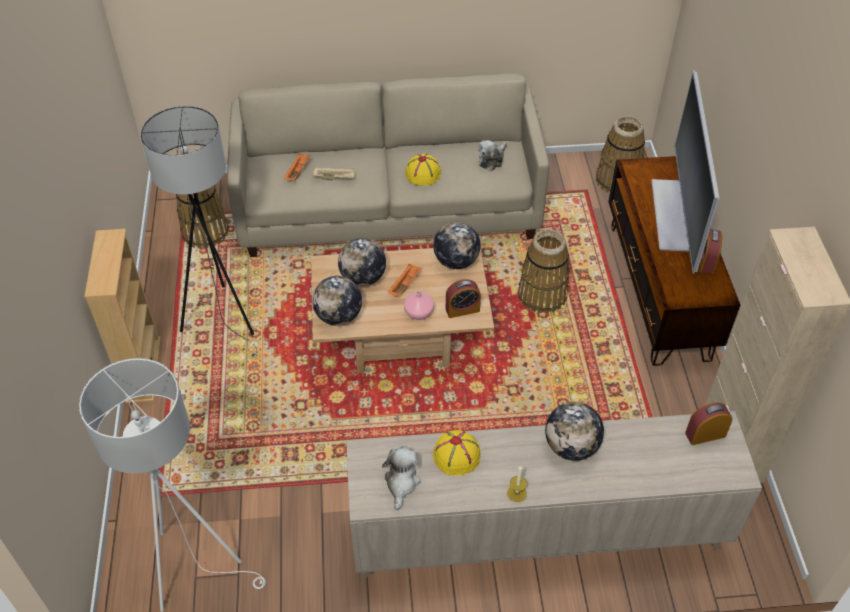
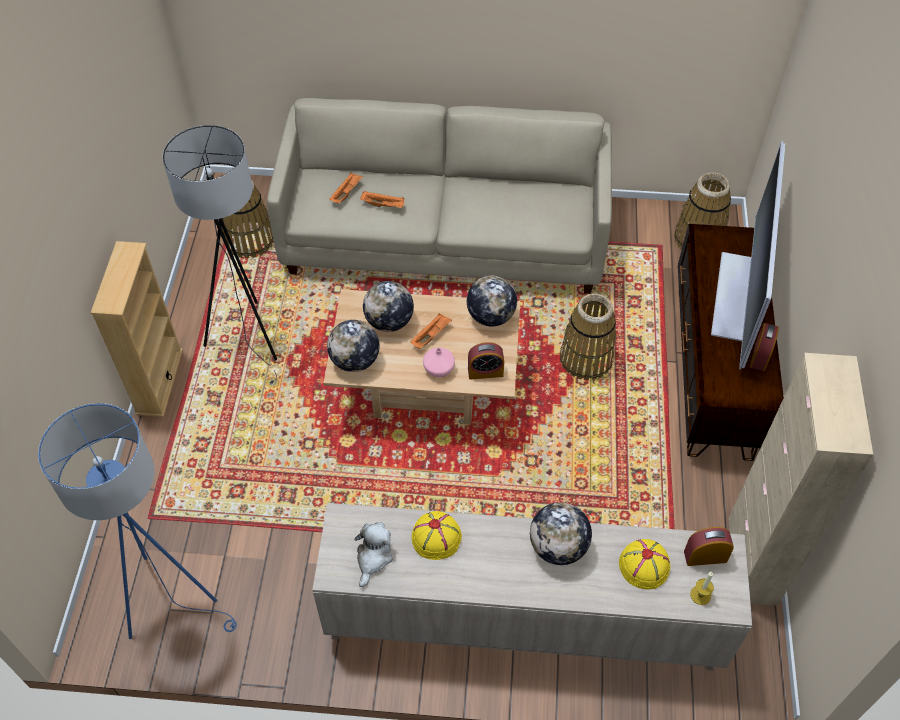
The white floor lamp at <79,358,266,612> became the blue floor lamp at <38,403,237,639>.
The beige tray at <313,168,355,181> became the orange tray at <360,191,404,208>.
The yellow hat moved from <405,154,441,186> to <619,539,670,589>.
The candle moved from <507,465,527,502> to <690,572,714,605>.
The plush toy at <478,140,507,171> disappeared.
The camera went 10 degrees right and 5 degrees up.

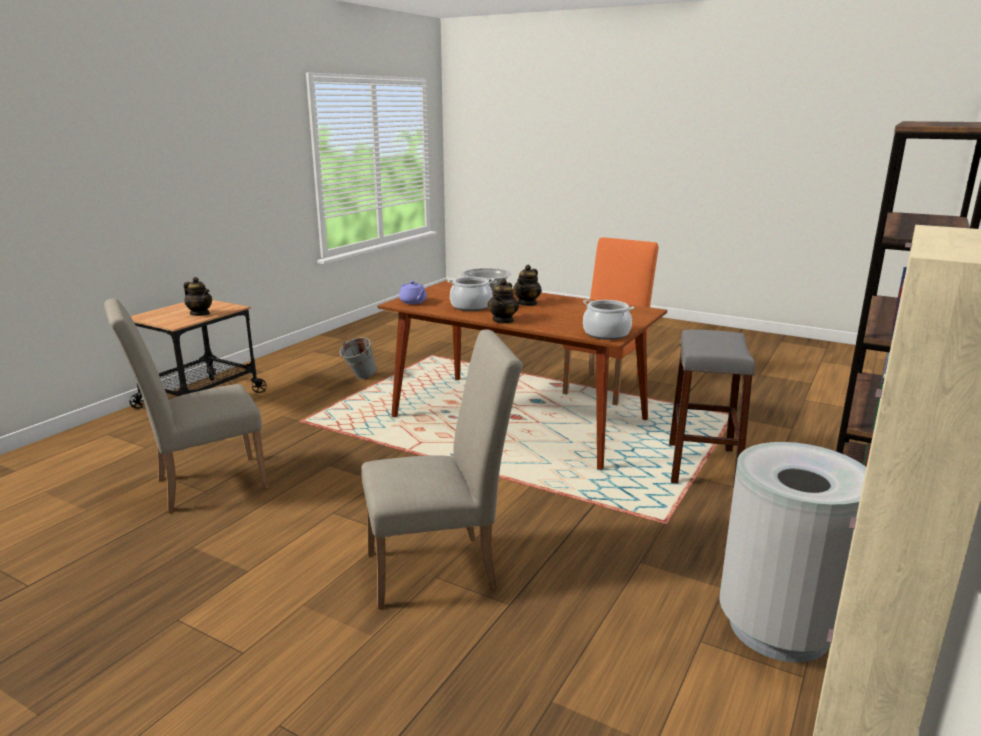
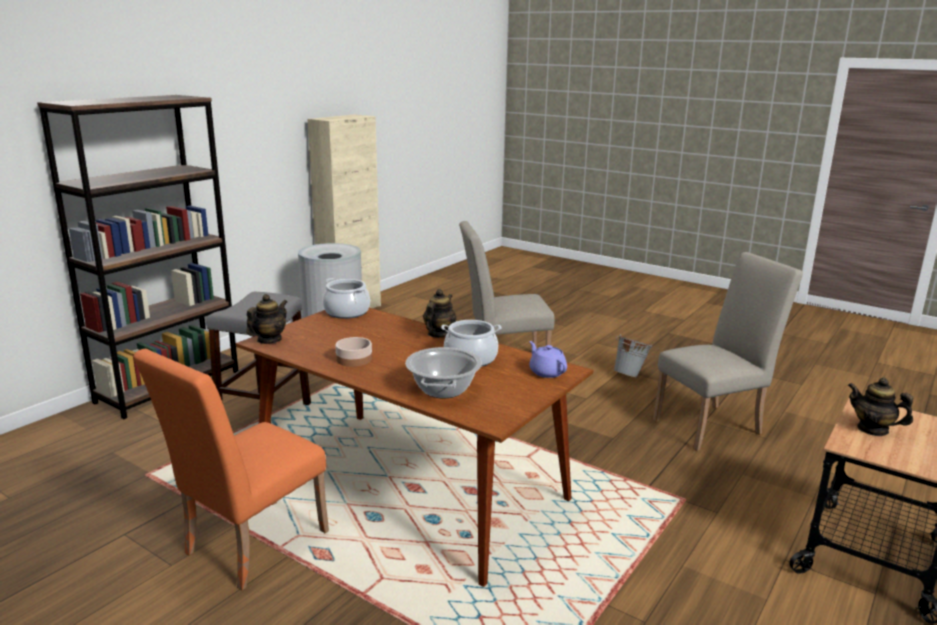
The teapot moved from <513,265,542,306> to <246,294,287,344>.
The bowl at <335,337,372,367> appeared.
The grey bucket moved from <340,337,377,379> to <614,334,653,378>.
The camera went 175 degrees left and 0 degrees up.

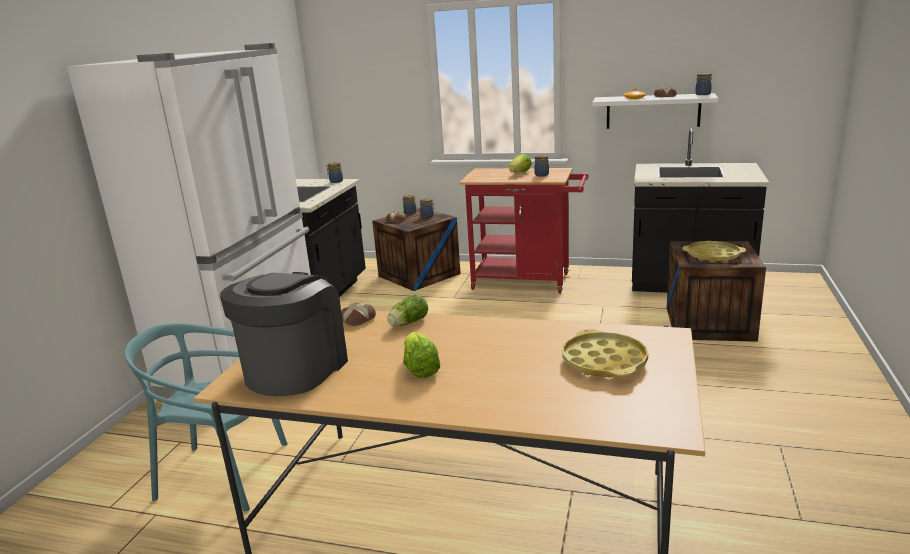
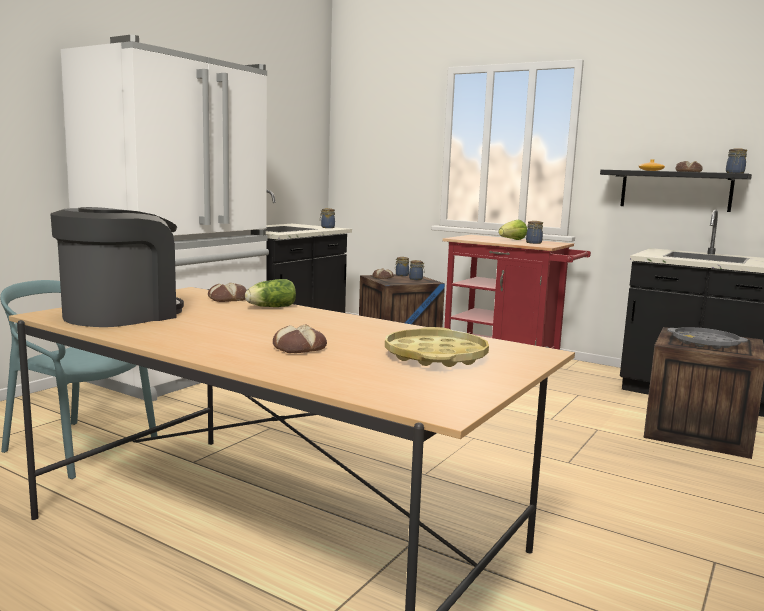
The bread at <273,324,327,353> appeared.
The white shelf at <592,93,718,129> became the black shelf at <600,170,752,212>.
The yellow tray at <682,241,746,262> became the grey tray at <667,327,748,349>.
The lettuce at <403,332,440,378> disappeared.
The camera went 15 degrees right and 10 degrees down.

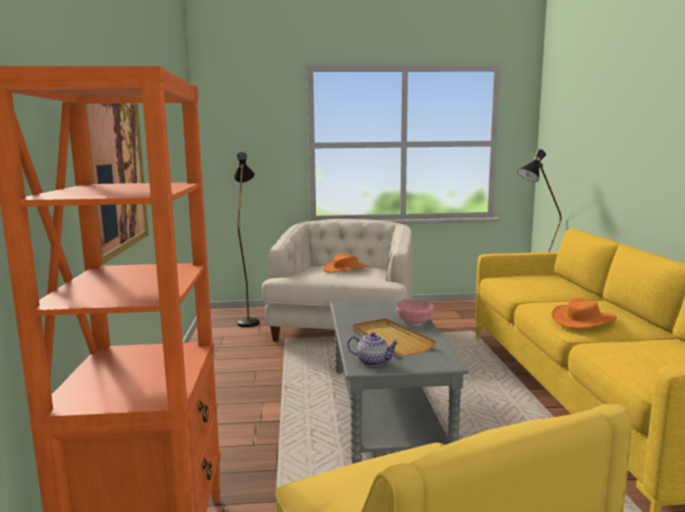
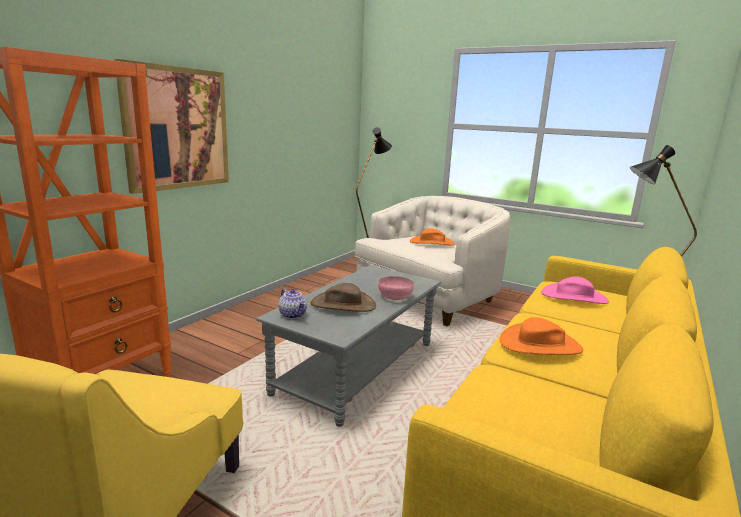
The beige tray at <353,318,436,356> was replaced by the brown hat at <310,283,376,312>.
The pink hat at <541,276,609,304> appeared.
The camera went 35 degrees right and 5 degrees up.

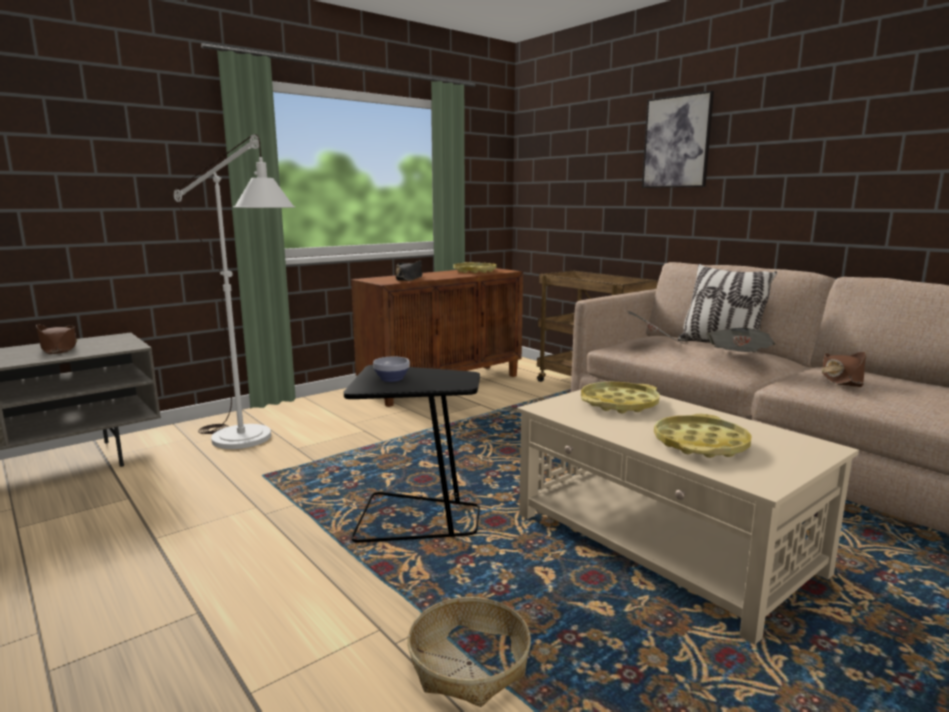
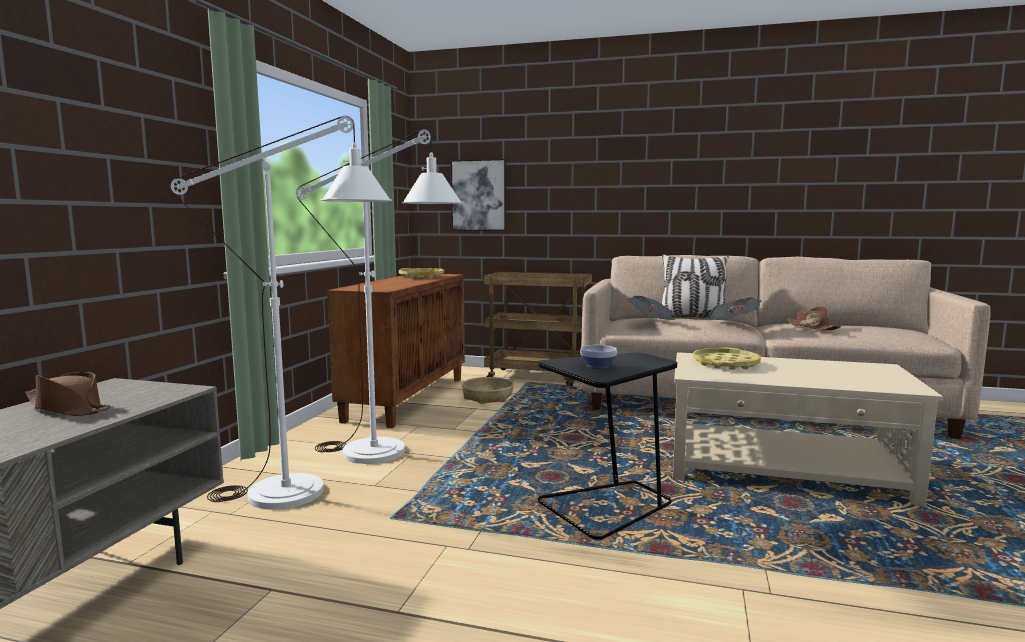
The white floor lamp at <296,129,463,464> appeared.
The picture moved from <642,91,714,188> to <451,159,506,231>.
The basket moved from <407,597,531,707> to <462,377,514,404>.
The black hat at <395,260,423,281> disappeared.
The yellow tray at <654,414,752,458> disappeared.
The camera went 35 degrees left and 5 degrees down.

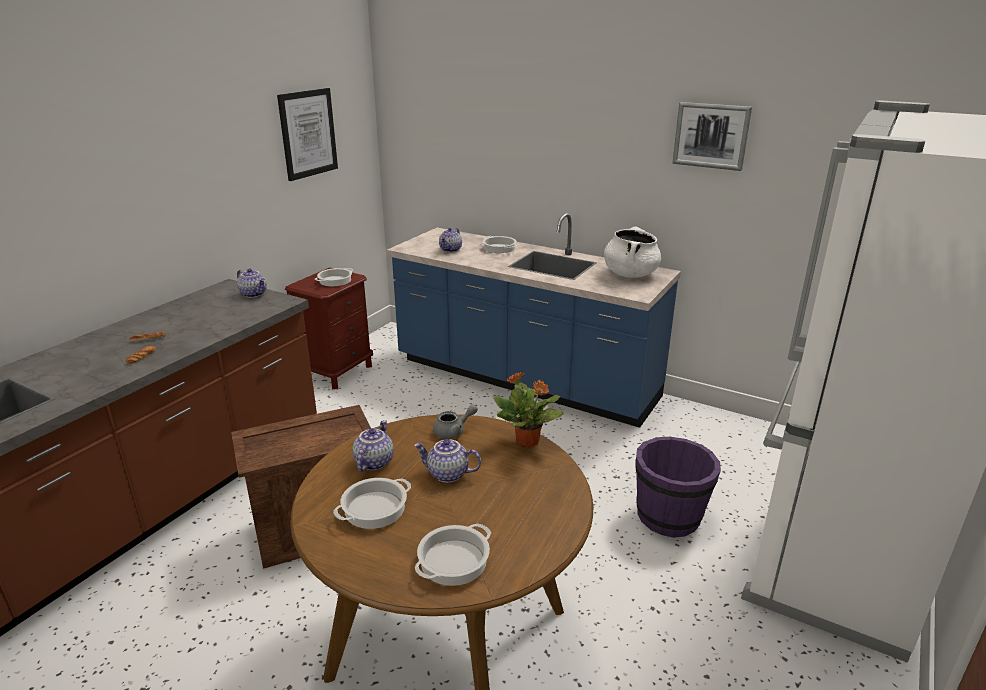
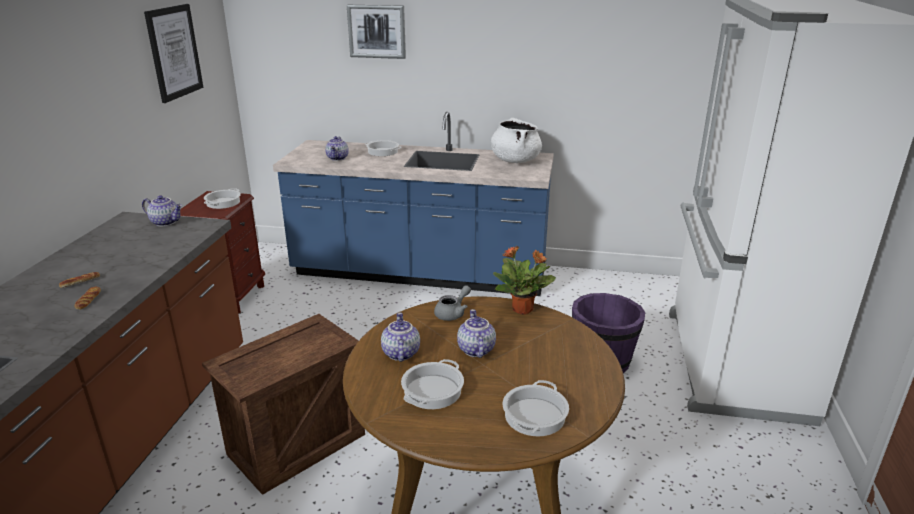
The picture moved from <672,102,752,171> to <347,5,406,59>.
The teapot at <414,439,481,483> turned 90 degrees clockwise.
The camera went 20 degrees left and 0 degrees up.

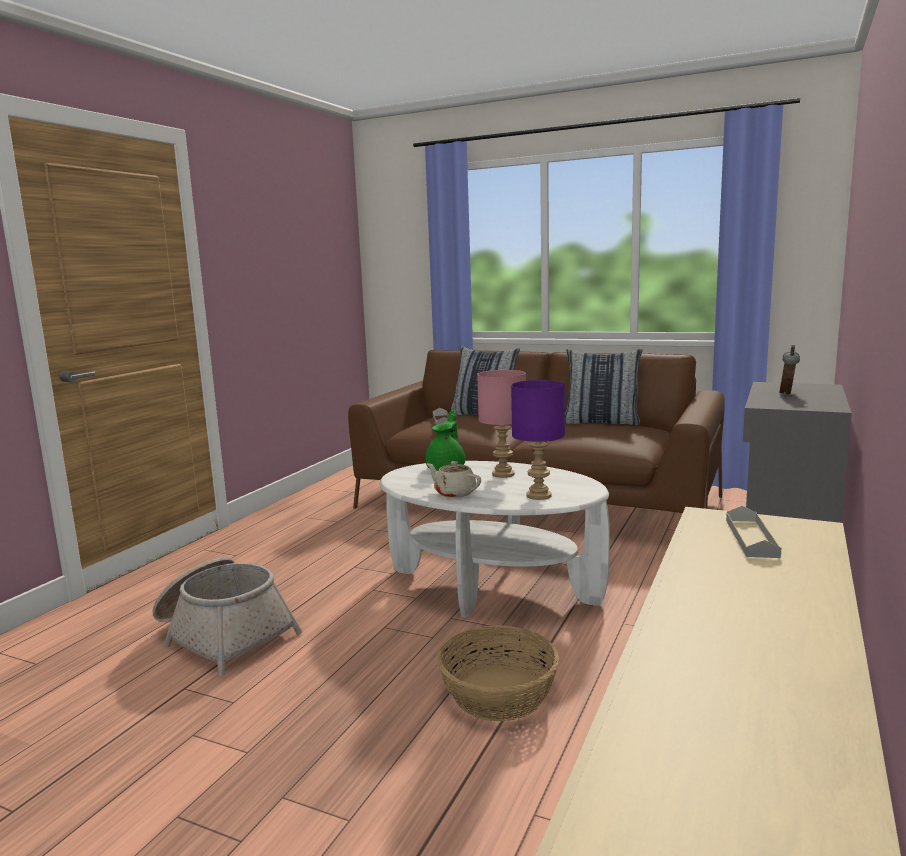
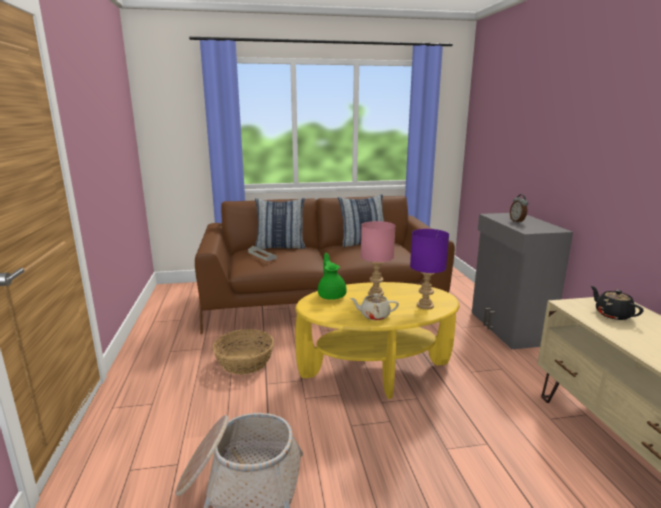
The basket moved from <437,625,559,721> to <213,329,274,375>.
The white coffee table at <379,461,610,618> became the yellow coffee table at <295,282,460,399>.
The grey tray at <726,506,781,558> was replaced by the black teapot at <591,286,643,320>.
The camera went 35 degrees left and 5 degrees up.

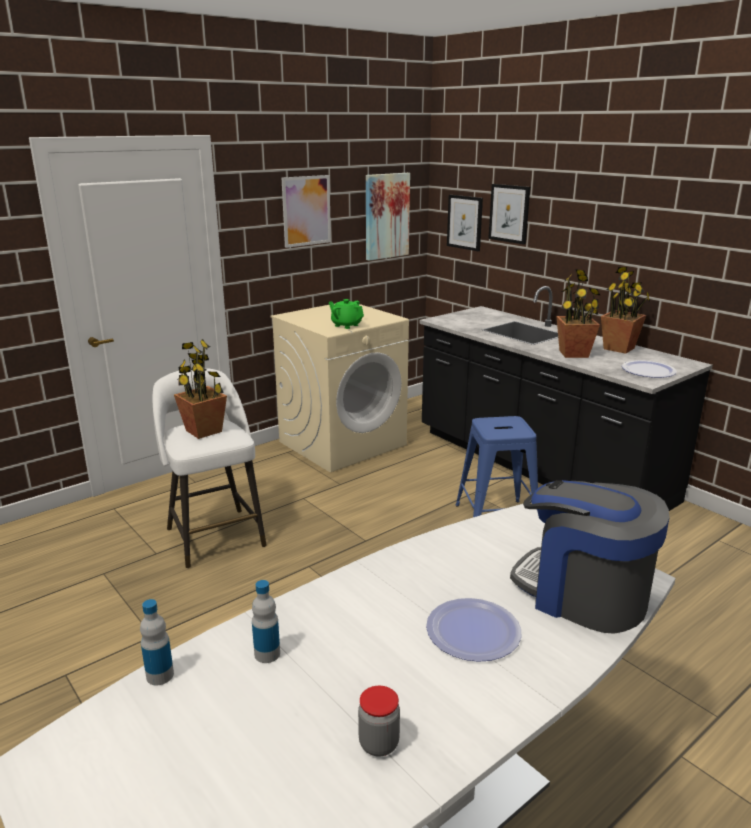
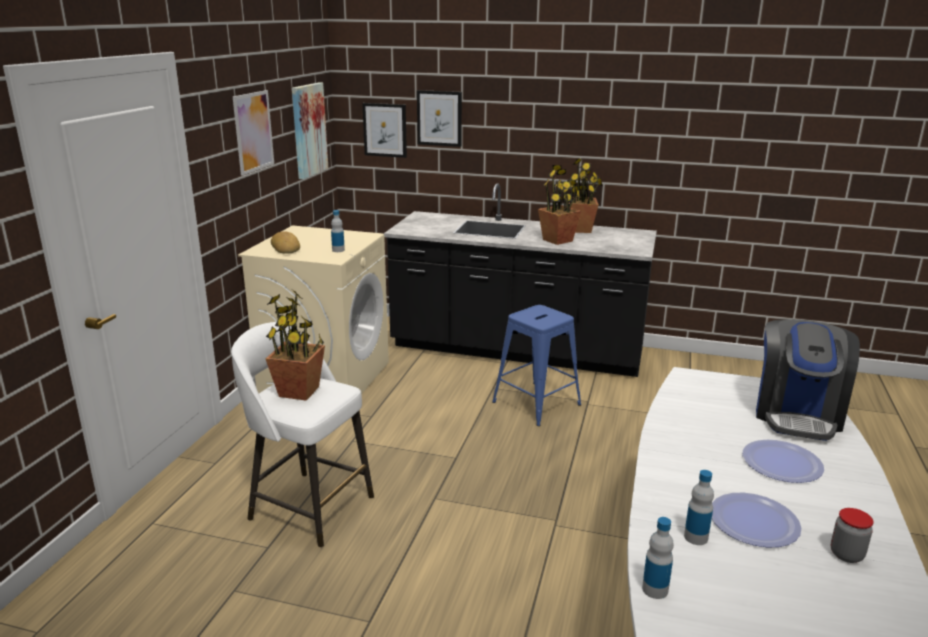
The bread at <271,231,300,254> appeared.
The green teapot at <329,299,364,329> was replaced by the bottle at <331,210,345,252>.
The plate moved from <622,360,677,378> to <712,492,802,547>.
The coffee machine at <510,480,670,634> turned 75 degrees counterclockwise.
The camera went 35 degrees left and 0 degrees up.

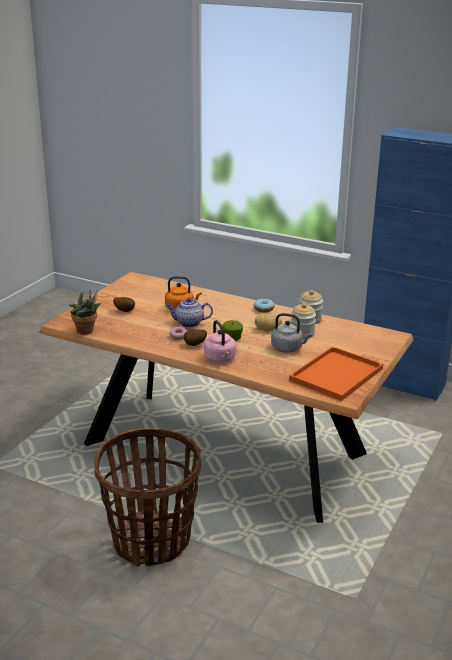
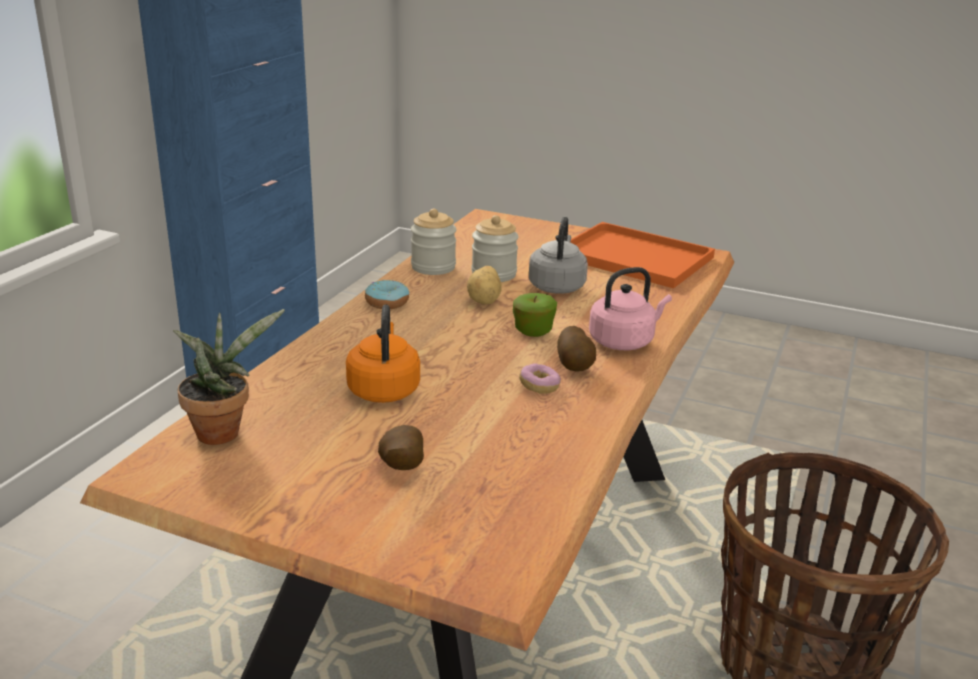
The potted plant moved from <69,290,102,335> to <173,309,285,445>.
The teapot at <166,298,213,327> disappeared.
The camera went 95 degrees left and 0 degrees up.

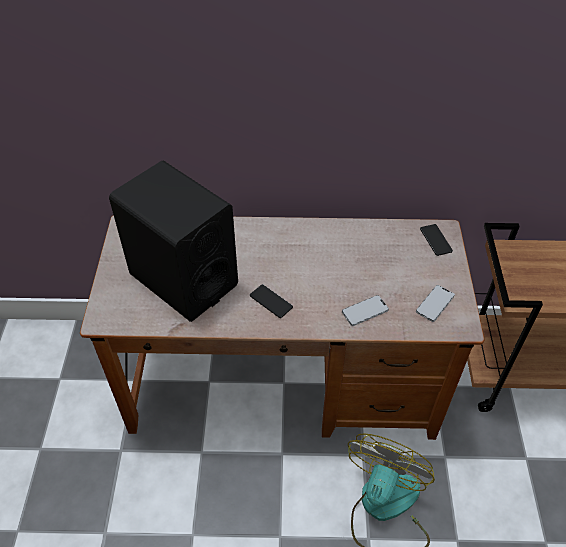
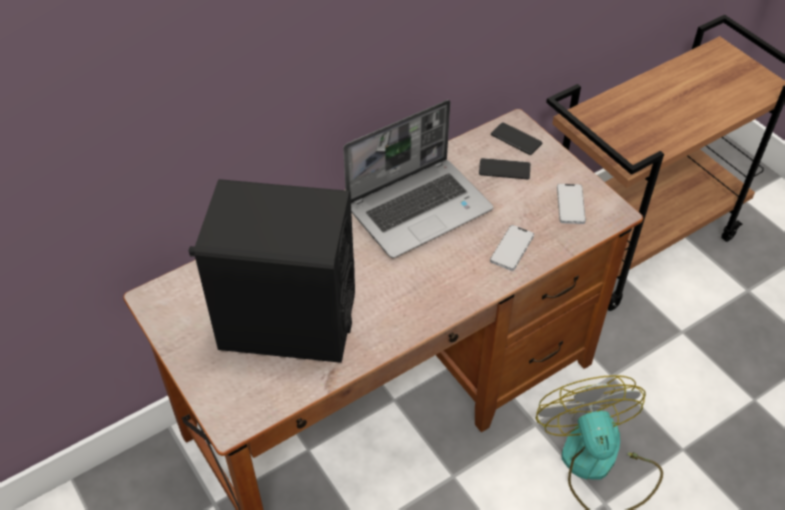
The laptop at <343,100,493,258> appeared.
The phone moved from <250,284,293,318> to <479,158,530,179>.
The camera went 35 degrees left and 0 degrees up.

